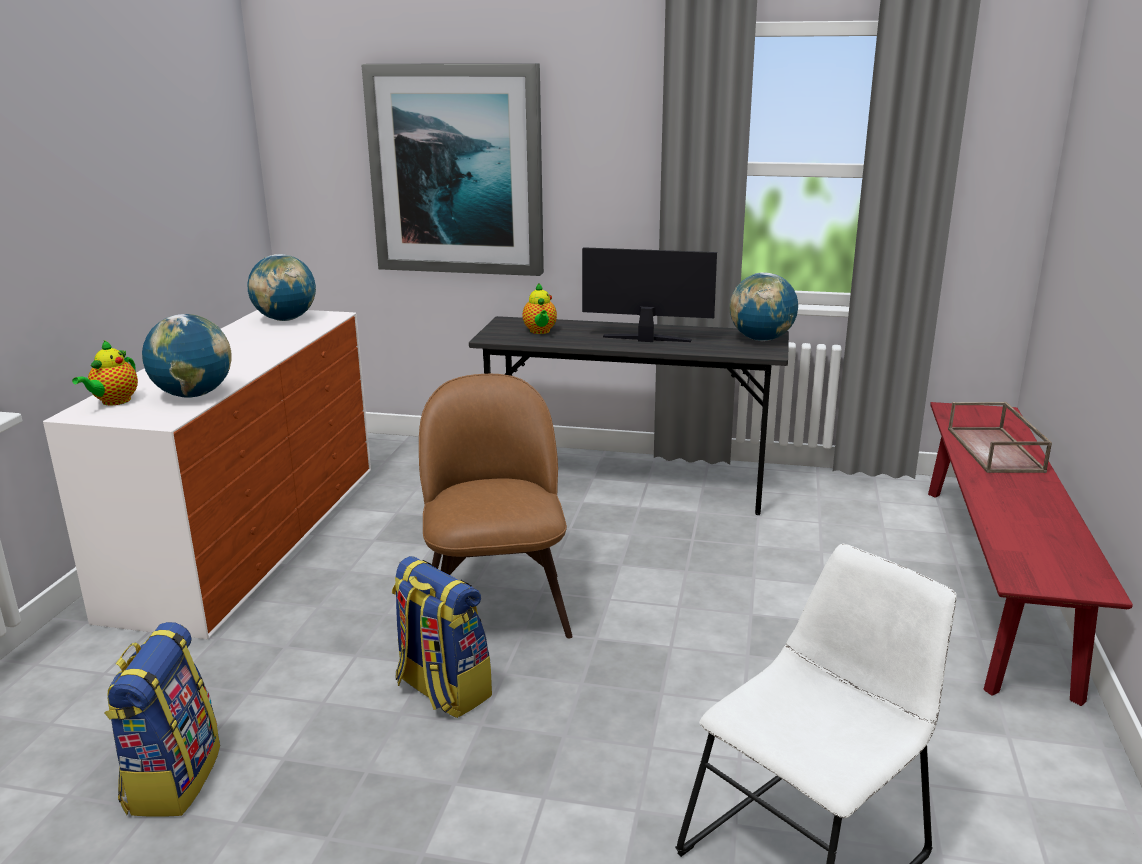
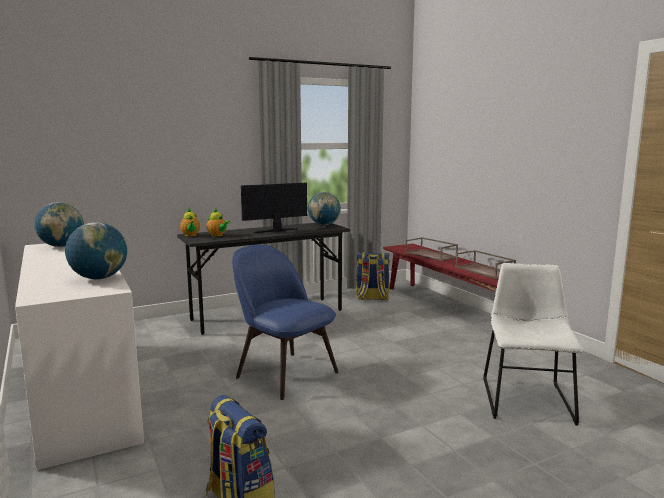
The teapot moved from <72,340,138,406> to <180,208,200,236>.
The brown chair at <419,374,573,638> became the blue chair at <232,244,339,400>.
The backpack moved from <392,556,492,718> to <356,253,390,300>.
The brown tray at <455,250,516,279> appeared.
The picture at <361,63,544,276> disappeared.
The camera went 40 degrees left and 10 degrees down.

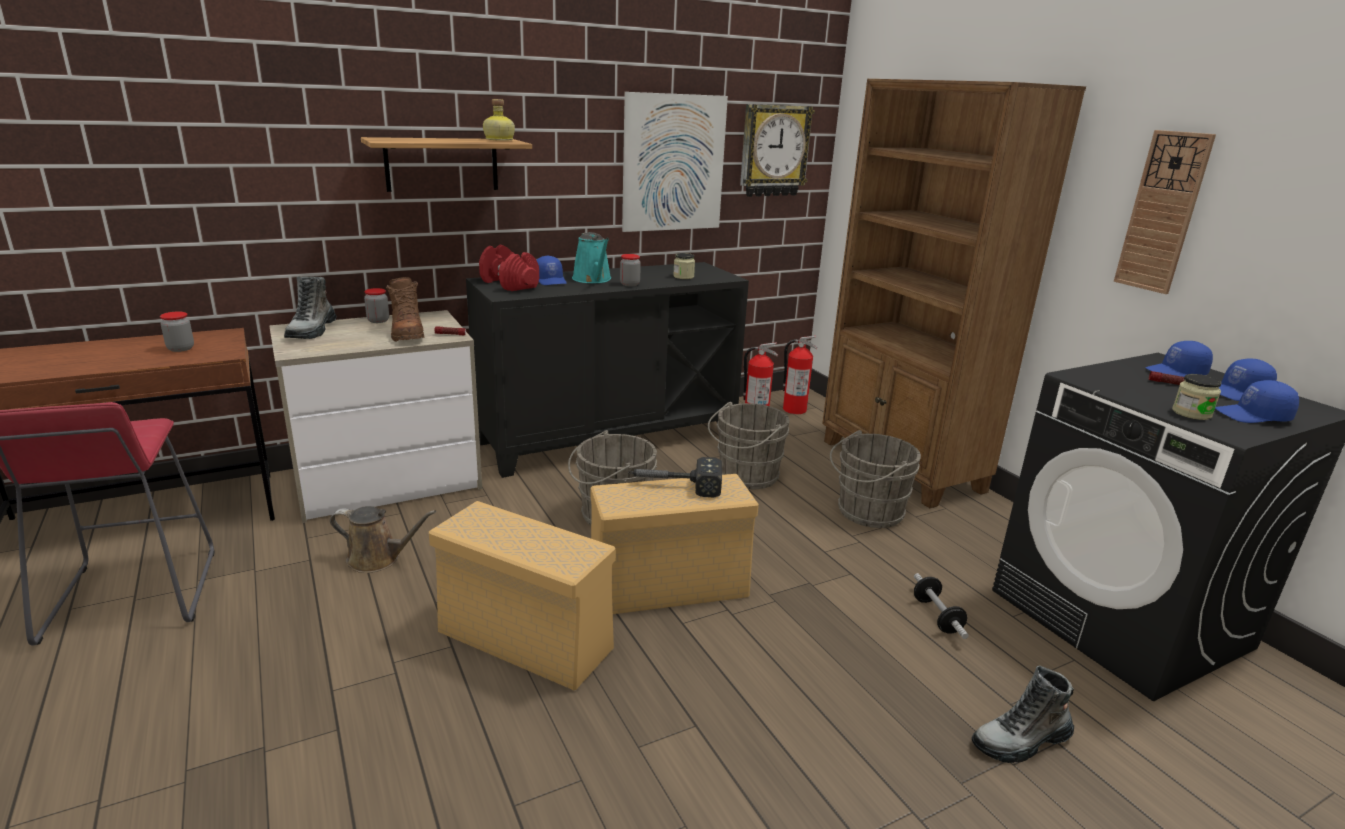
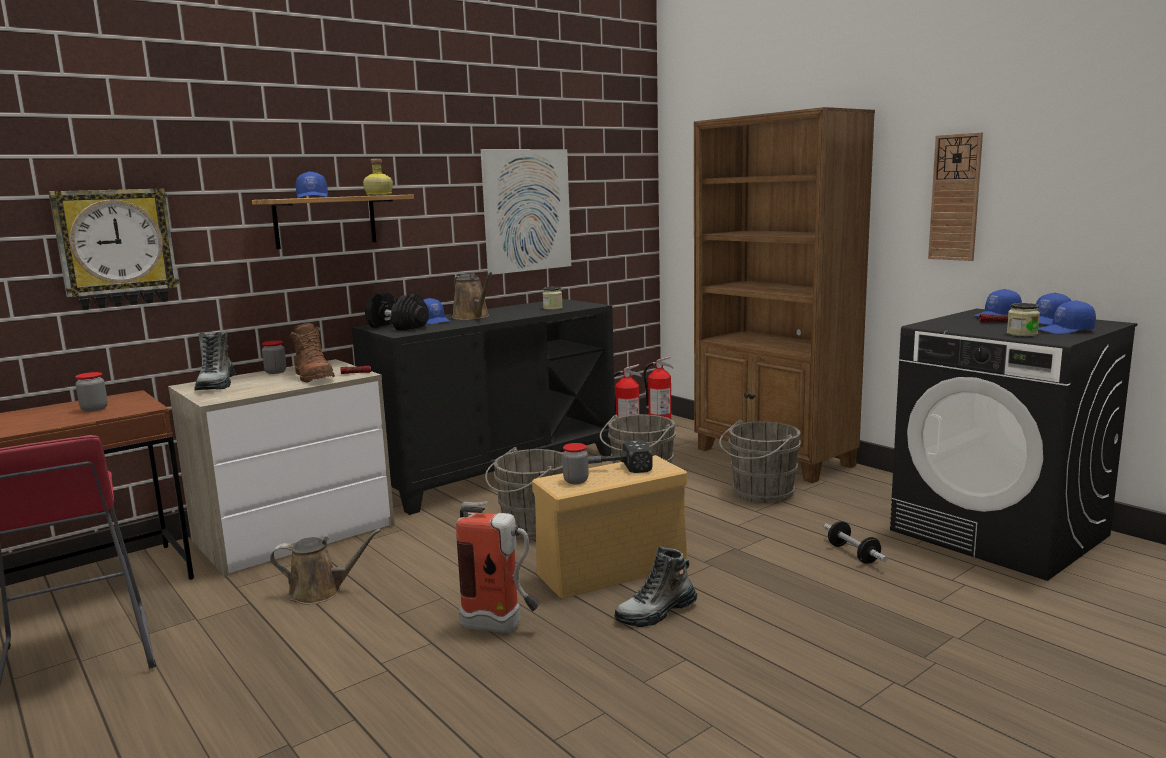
The wall clock moved from <740,104,815,197> to <49,188,179,310>.
The blue cap at <296,171,328,198> appeared.
The red dumbbell at <479,245,539,291> became the black dumbbell at <365,292,429,330>.
The turquoise watering can at <572,232,611,283> became the brown watering can at <452,272,492,320>.
The beige storage box at <429,501,616,690> was replaced by the fire extinguisher at <456,501,540,633>.
The jar moved from <620,254,641,286> to <562,443,589,484>.
The boot moved from <972,666,1074,763> to <614,546,697,627>.
The camera went 10 degrees left and 10 degrees down.

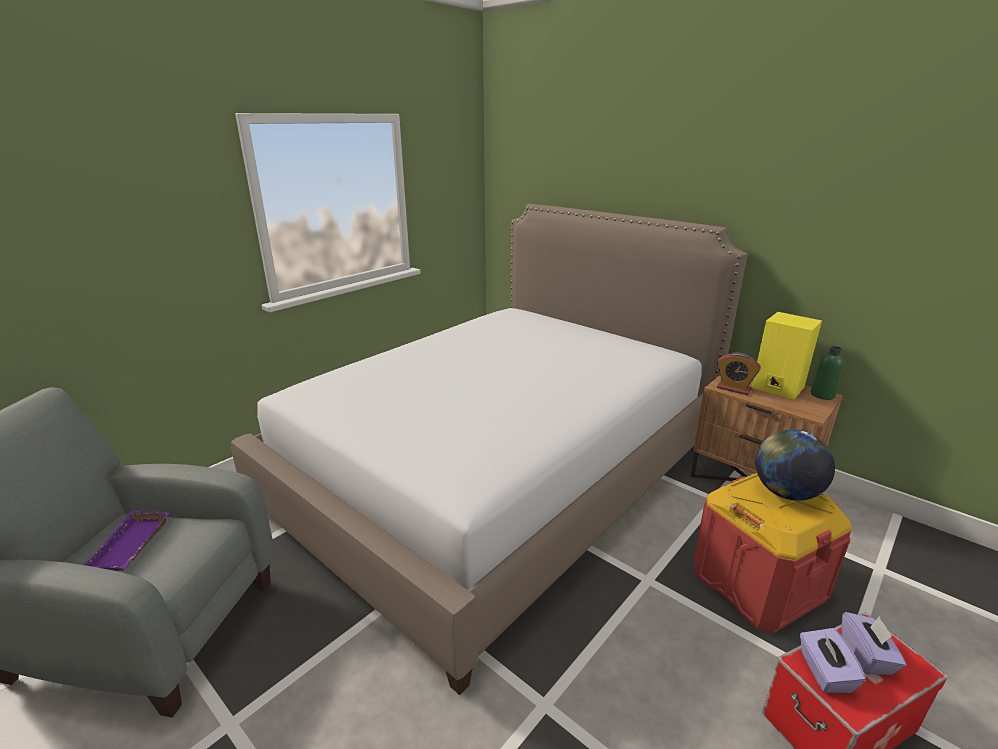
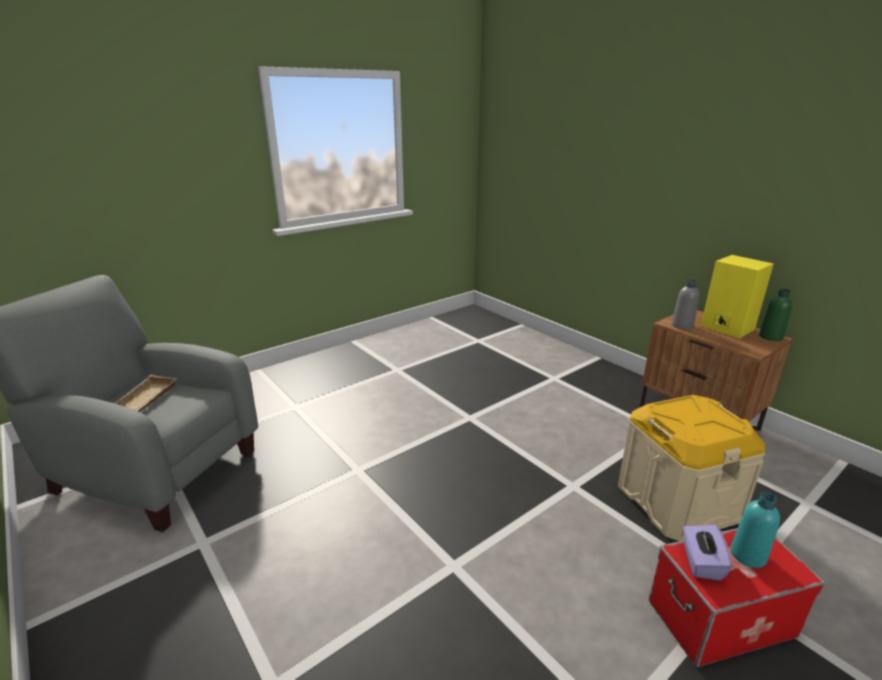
The purple tray at <83,510,169,571> became the beige tray at <114,375,177,412>.
The red storage box at <694,473,852,633> became the beige storage box at <618,395,765,541>.
The alarm clock at <717,352,761,395> was replaced by the grey bottle at <672,279,699,330>.
The purple tissue box at <841,612,907,675> was replaced by the turquoise bottle at <731,492,780,568>.
The bed at <231,204,748,695> disappeared.
The globe at <755,430,835,501> disappeared.
The camera went 10 degrees right and 0 degrees up.

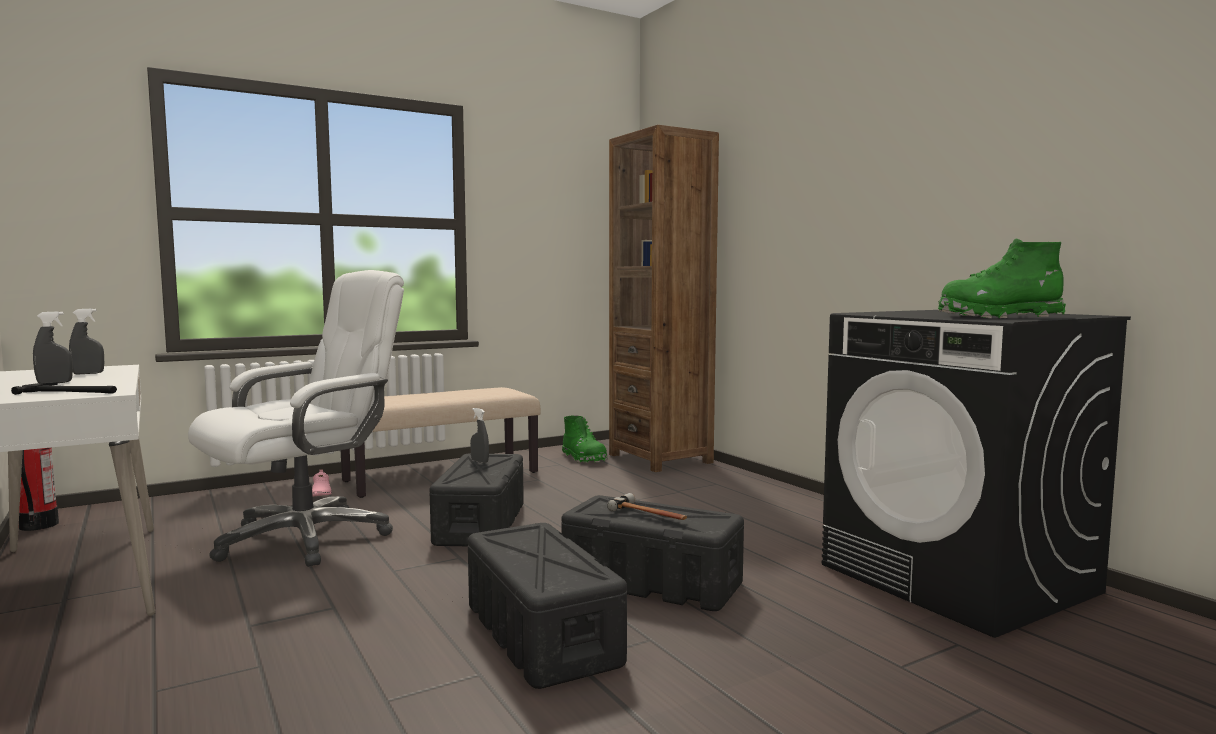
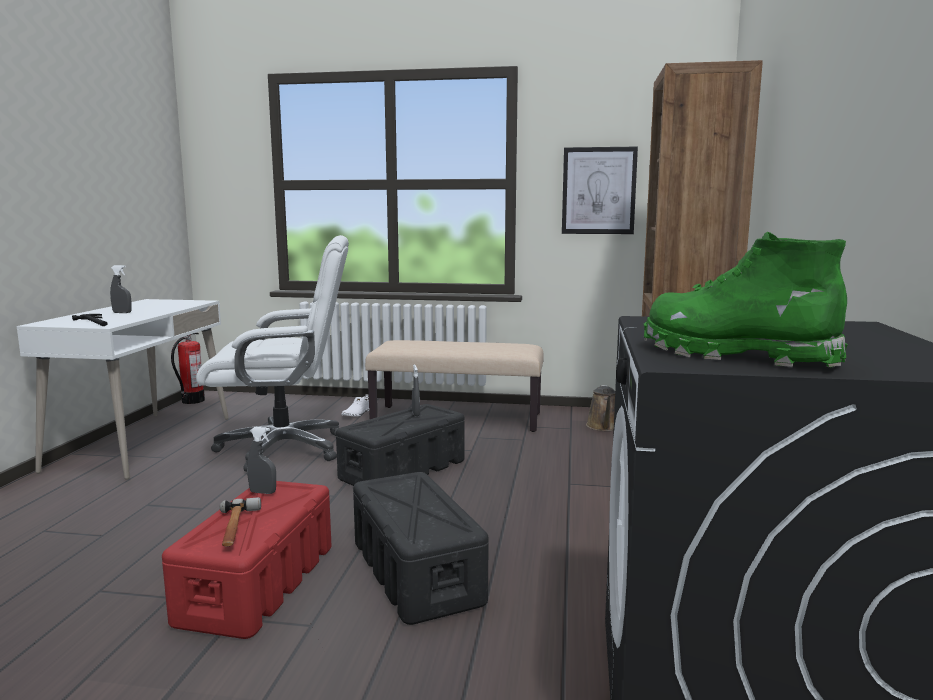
The black storage box at <468,523,627,689> became the red storage box at <162,481,332,639>.
The hammer moved from <607,493,687,520> to <220,497,261,546>.
The grey spray bottle moved from <69,309,104,375> to <247,427,276,494>.
The pink shoe at <312,469,332,497> became the white shoe at <341,394,369,416>.
The picture at <562,147,638,234> appeared.
The green boot at <562,415,607,463> was replaced by the brown watering can at <586,385,615,431>.
The camera went 40 degrees right and 5 degrees up.

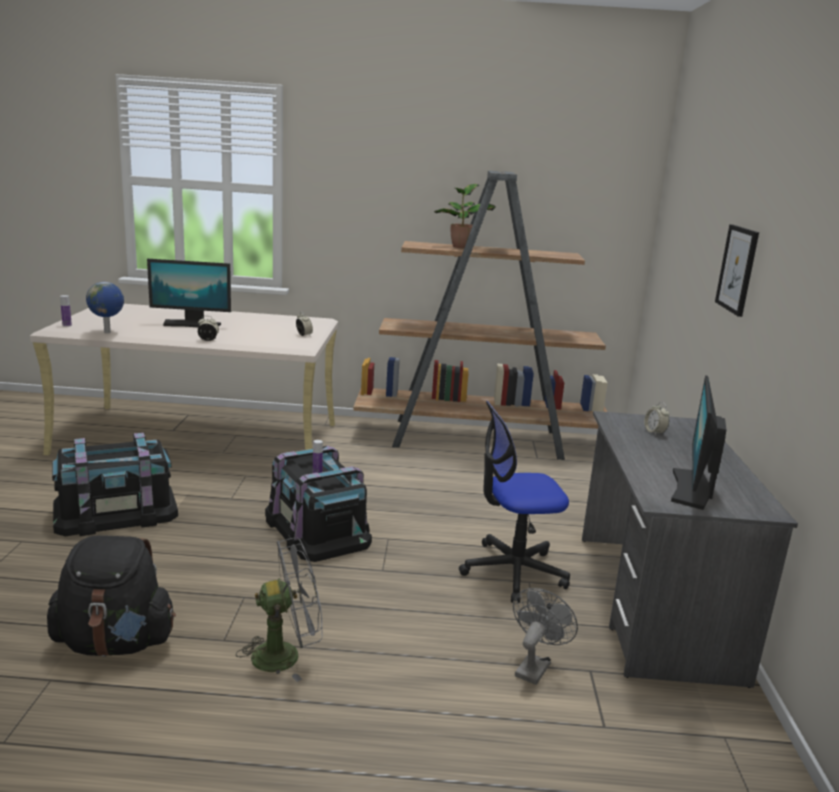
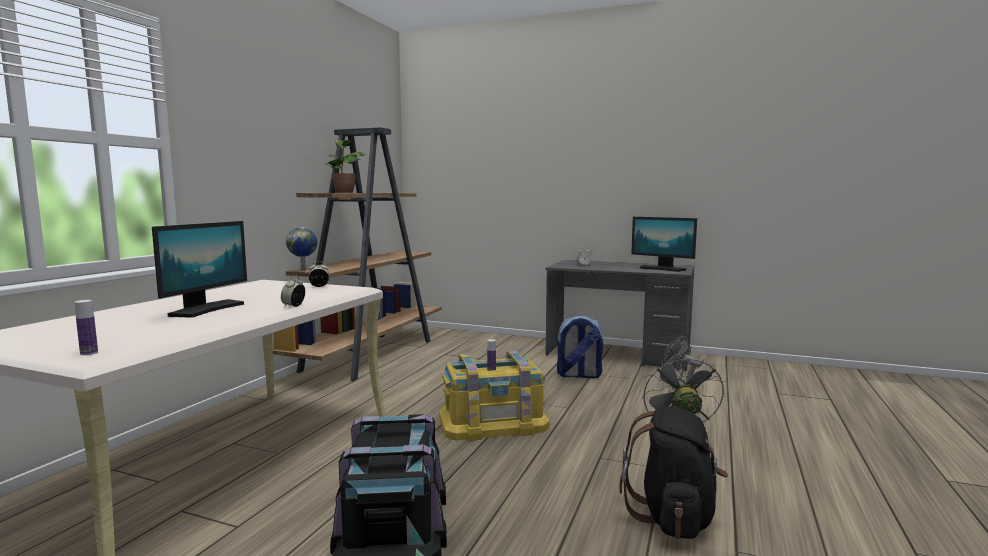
The globe moved from <86,282,124,333> to <286,227,317,271>.
The black storage box at <265,446,372,562> became the yellow storage box at <439,350,550,441>.
The office chair at <459,401,570,603> was replaced by the backpack at <557,316,603,379>.
The picture at <715,224,759,317> disappeared.
The camera went 70 degrees left and 10 degrees down.

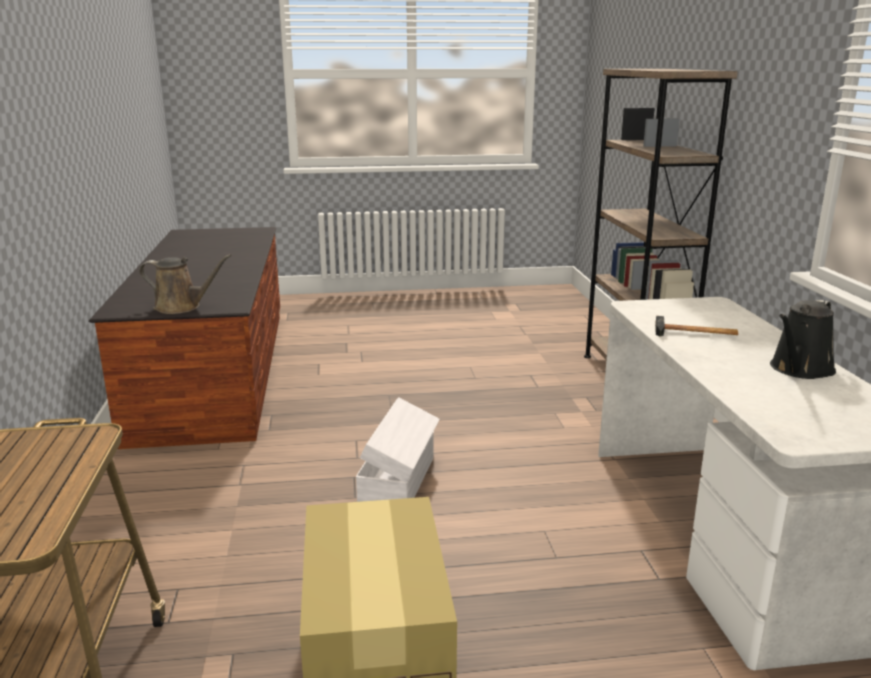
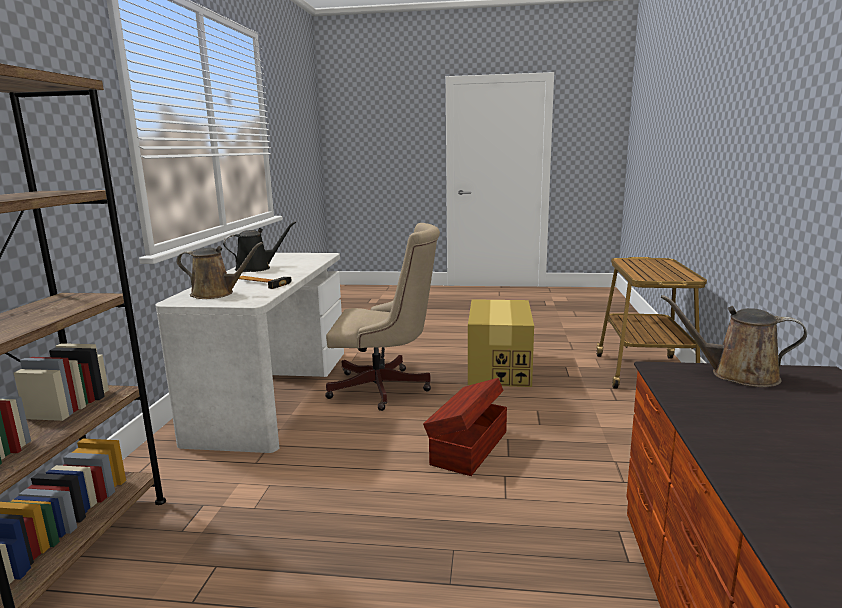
The brown watering can at <176,242,263,299> appeared.
The beige office chair at <325,223,440,411> appeared.
The white storage box at <356,397,440,502> became the brown storage box at <423,378,507,476>.
The camera went 165 degrees left and 5 degrees down.

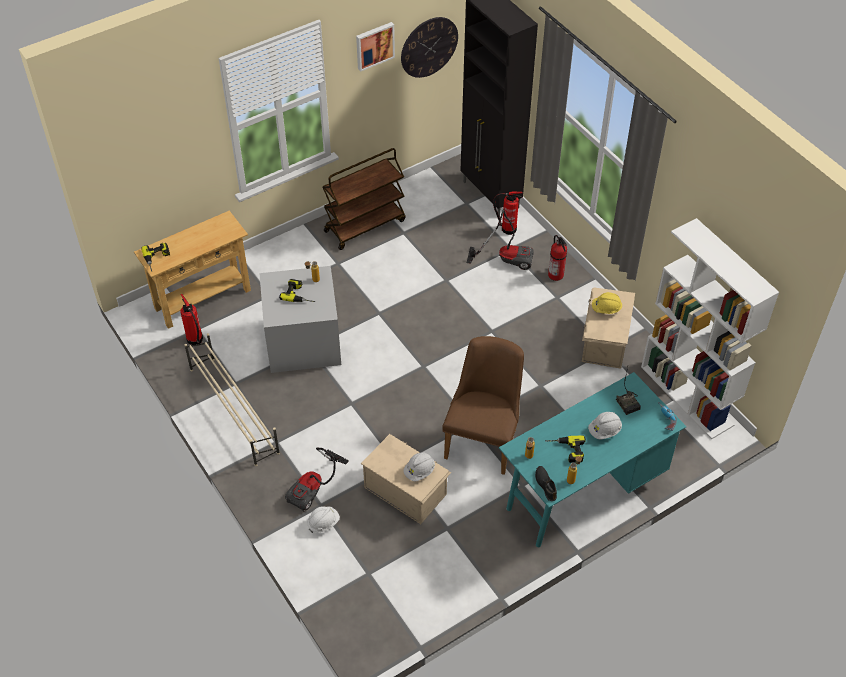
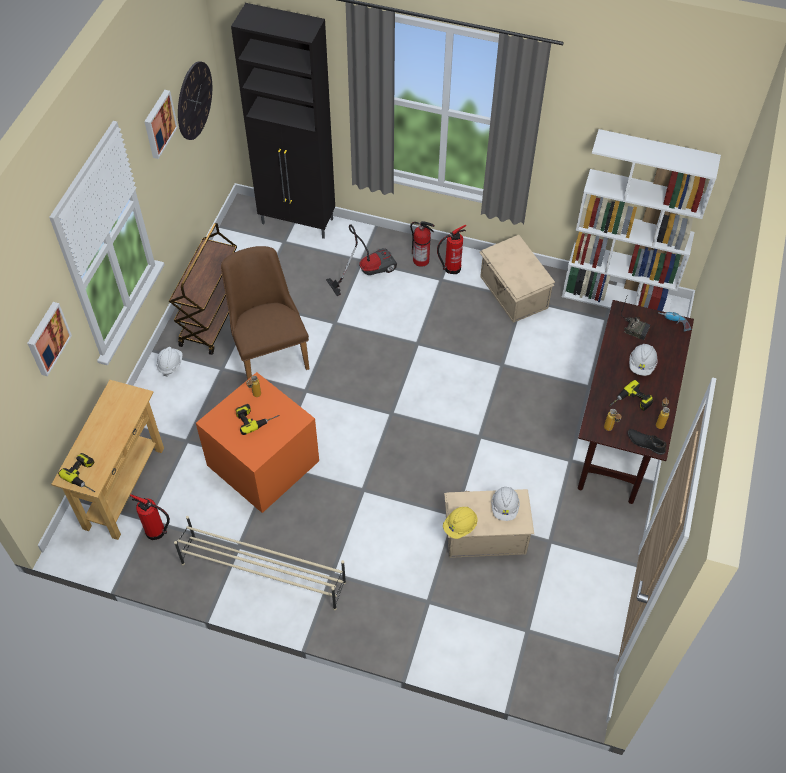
The picture at <27,302,72,376> appeared.
The white hard hat moved from <307,506,340,533> to <156,347,182,376>.
The grey storage box at <259,266,341,373> became the orange storage box at <196,372,319,513>.
The brown chair moved from <442,336,524,475> to <221,246,309,380>.
The fire extinguisher moved from <493,192,523,235> to <437,225,466,274>.
The yellow hard hat moved from <592,292,622,314> to <443,507,477,539>.
The turquoise desk at <499,372,687,548> became the brown desk at <578,300,694,504>.
The vacuum cleaner at <285,447,349,511> disappeared.
The camera went 40 degrees left and 5 degrees up.

